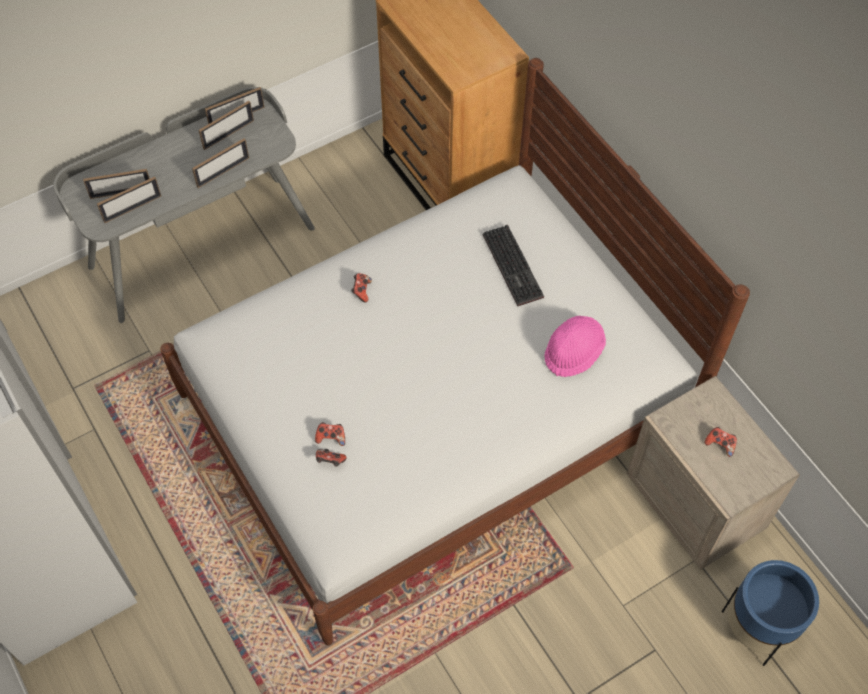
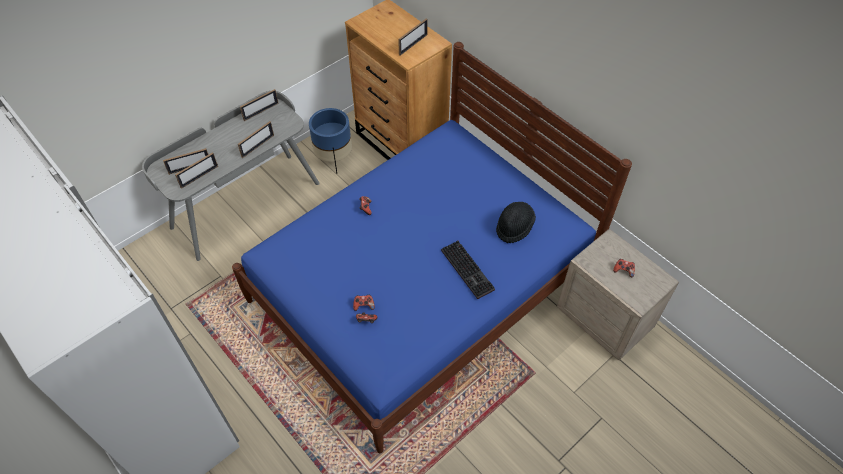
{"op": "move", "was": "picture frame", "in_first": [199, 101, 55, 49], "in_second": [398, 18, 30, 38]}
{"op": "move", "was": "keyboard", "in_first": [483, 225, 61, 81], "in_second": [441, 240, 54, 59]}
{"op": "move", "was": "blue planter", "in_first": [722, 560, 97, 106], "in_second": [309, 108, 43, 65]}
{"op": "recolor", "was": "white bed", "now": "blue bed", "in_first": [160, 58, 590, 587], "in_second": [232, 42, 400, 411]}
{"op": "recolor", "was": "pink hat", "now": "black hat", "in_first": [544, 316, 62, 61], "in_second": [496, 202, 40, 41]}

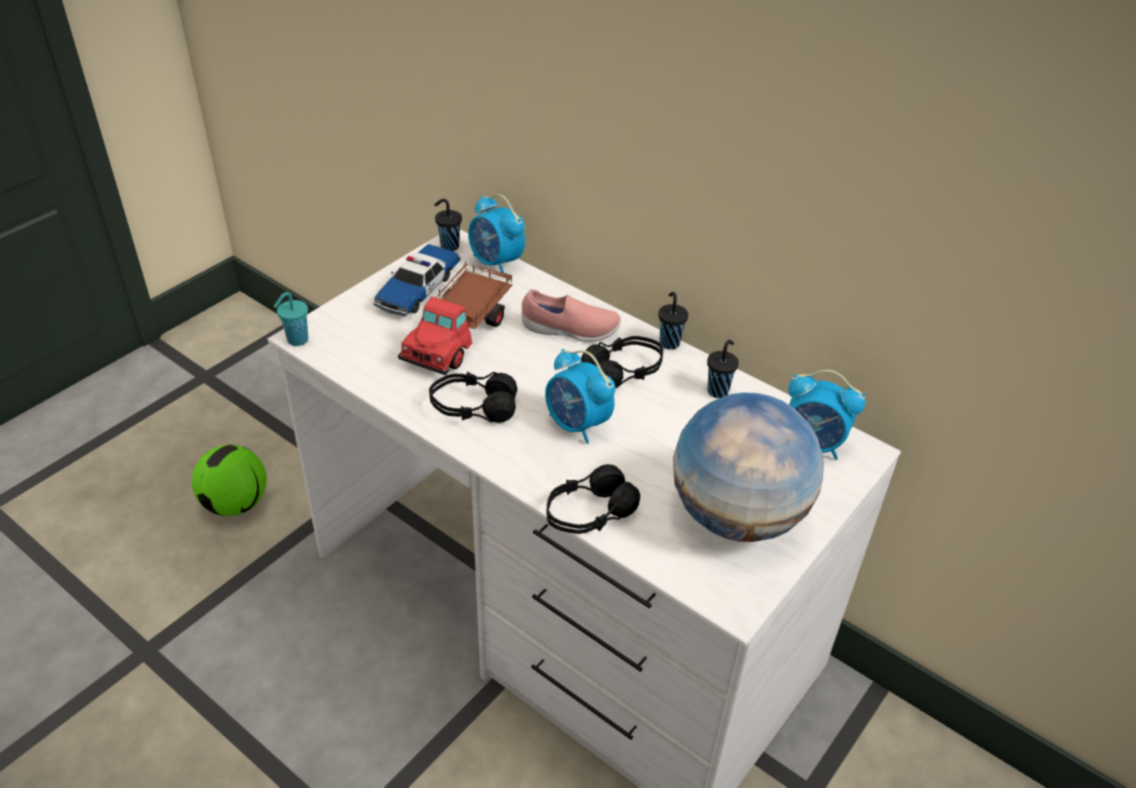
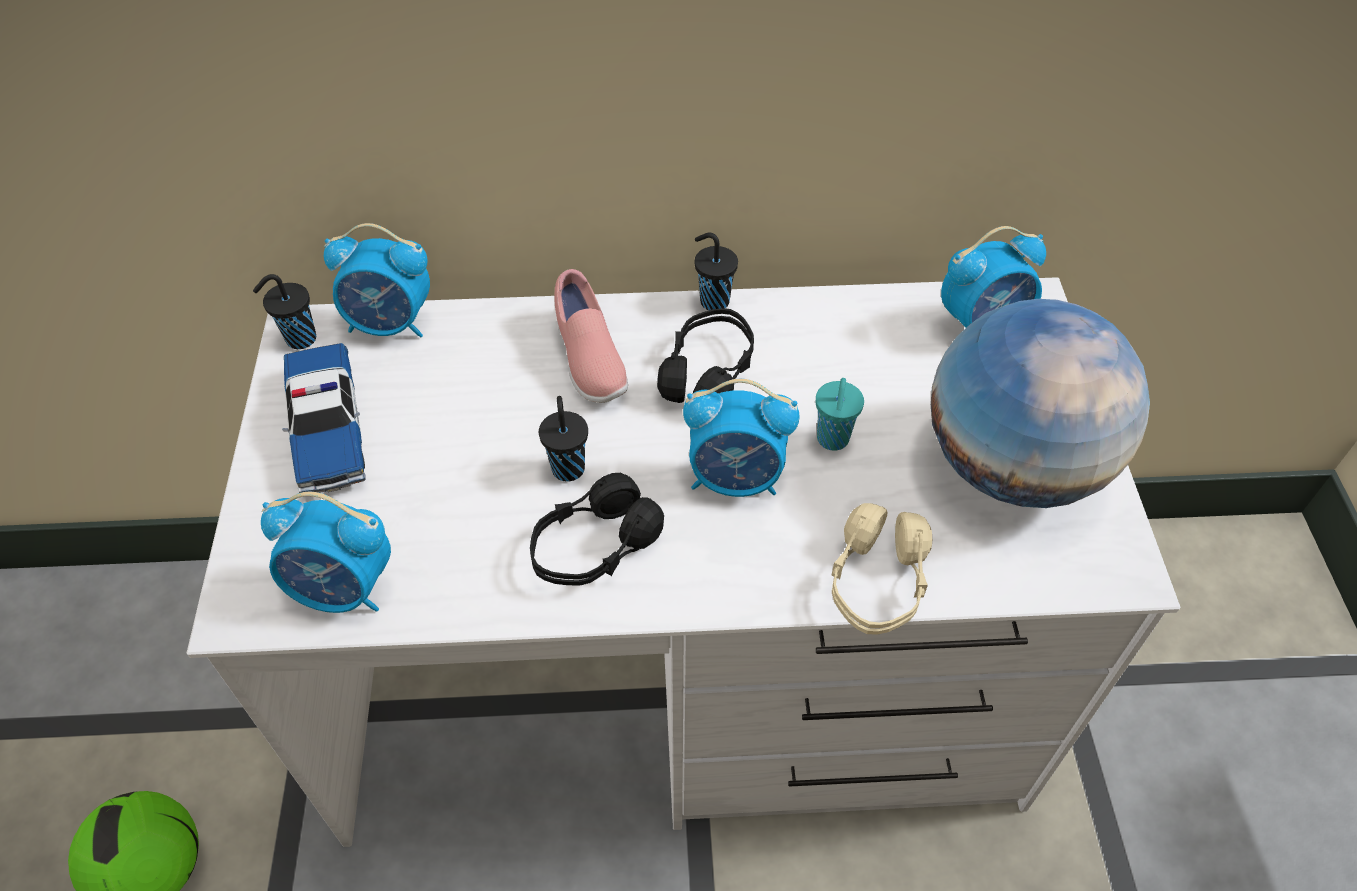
{"op": "delete", "was": "toy truck", "in_first": [398, 261, 114, 114]}
{"op": "insert", "now": "alarm clock", "in_second": [261, 492, 130, 121]}
{"op": "move", "was": "turquoise cup", "in_first": [274, 292, 34, 54], "in_second": [816, 378, 48, 73]}
{"op": "move", "was": "black cup", "in_first": [707, 340, 32, 58], "in_second": [539, 396, 49, 86]}
{"op": "recolor", "was": "black headphones", "now": "beige headphones", "in_first": [547, 464, 93, 70], "in_second": [832, 503, 100, 131]}
{"op": "rotate", "was": "pink shoe", "in_first": [521, 289, 100, 53], "in_second": [554, 269, 74, 134], "clockwise": 105}

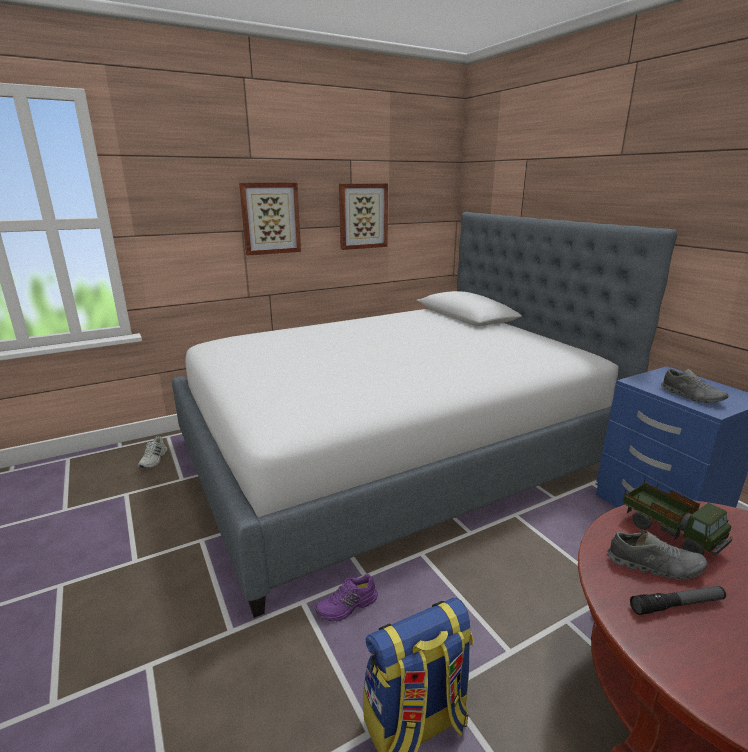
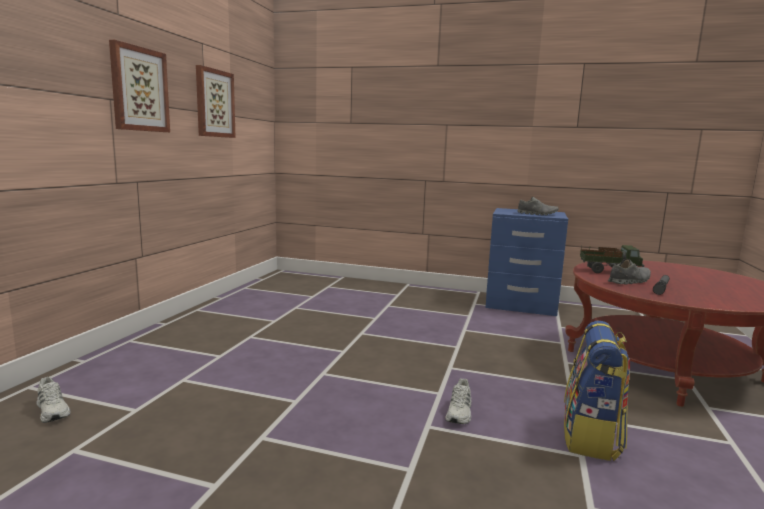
{"op": "delete", "was": "bed", "in_first": [172, 212, 505, 406]}
{"op": "recolor", "was": "purple shoe", "now": "white shoe", "in_first": [315, 574, 63, 48], "in_second": [445, 378, 27, 46]}

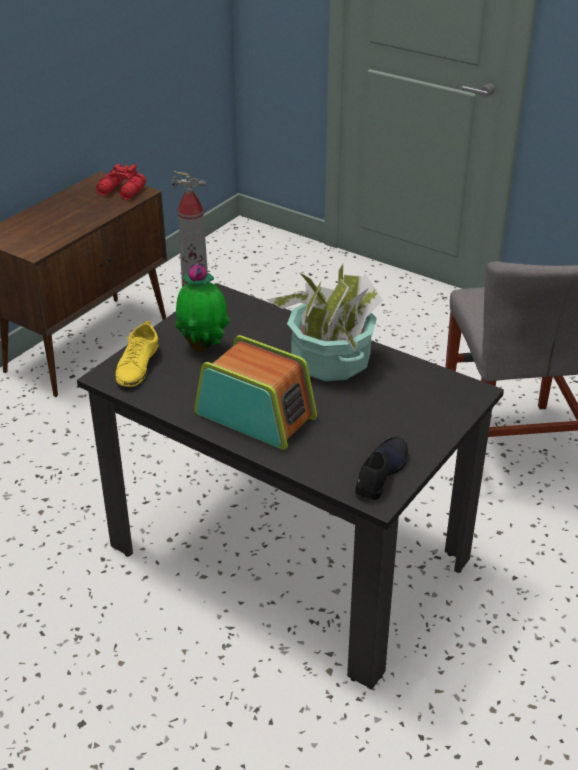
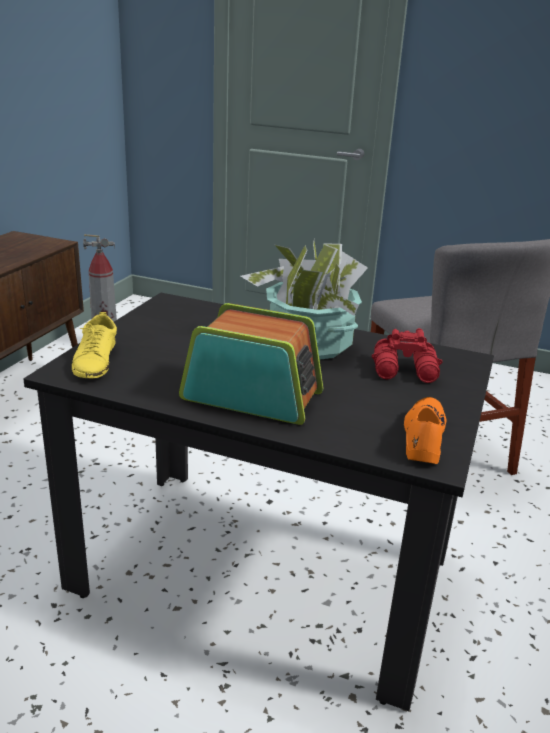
{"op": "delete", "was": "potted plant", "in_first": [175, 263, 55, 89]}
{"op": "move", "was": "red binoculars", "in_first": [96, 164, 50, 36], "in_second": [371, 328, 72, 55]}
{"op": "recolor", "was": "black shoe", "now": "orange shoe", "in_first": [355, 437, 54, 63], "in_second": [404, 397, 42, 67]}

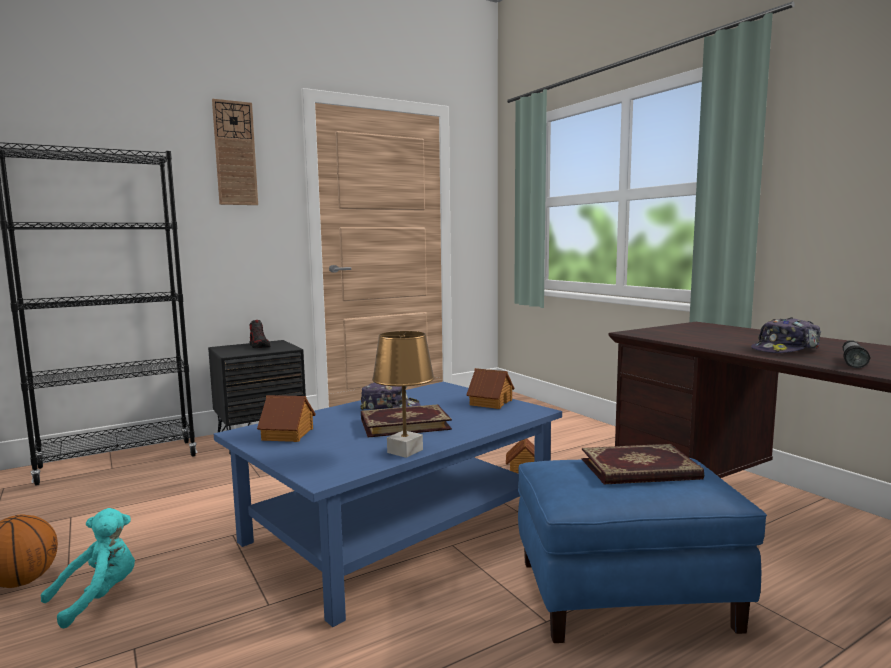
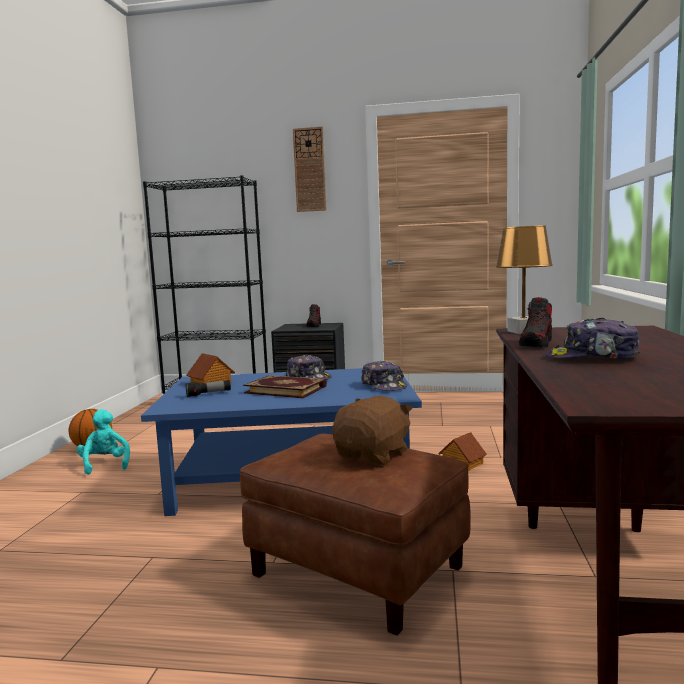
{"op": "insert", "now": "shoe", "in_second": [519, 297, 33, 51]}
{"op": "move", "was": "brown table lamp", "in_first": [372, 331, 62, 127], "in_second": [496, 226, 57, 108]}
{"op": "move", "was": "flashlight", "in_first": [843, 340, 27, 28], "in_second": [186, 380, 45, 17]}
{"op": "replace", "was": "toy house", "now": "cap", "in_first": [466, 368, 48, 41], "in_second": [361, 361, 46, 30]}
{"op": "replace", "was": "book", "now": "brown plush toy", "in_first": [581, 444, 123, 40], "in_second": [332, 396, 81, 70]}
{"op": "recolor", "was": "blue ottoman", "now": "brown ottoman", "in_first": [518, 458, 249, 185], "in_second": [240, 434, 231, 202]}
{"op": "rotate", "was": "turquoise plush toy", "in_first": [41, 508, 94, 121], "in_second": [77, 409, 53, 66], "clockwise": -105}

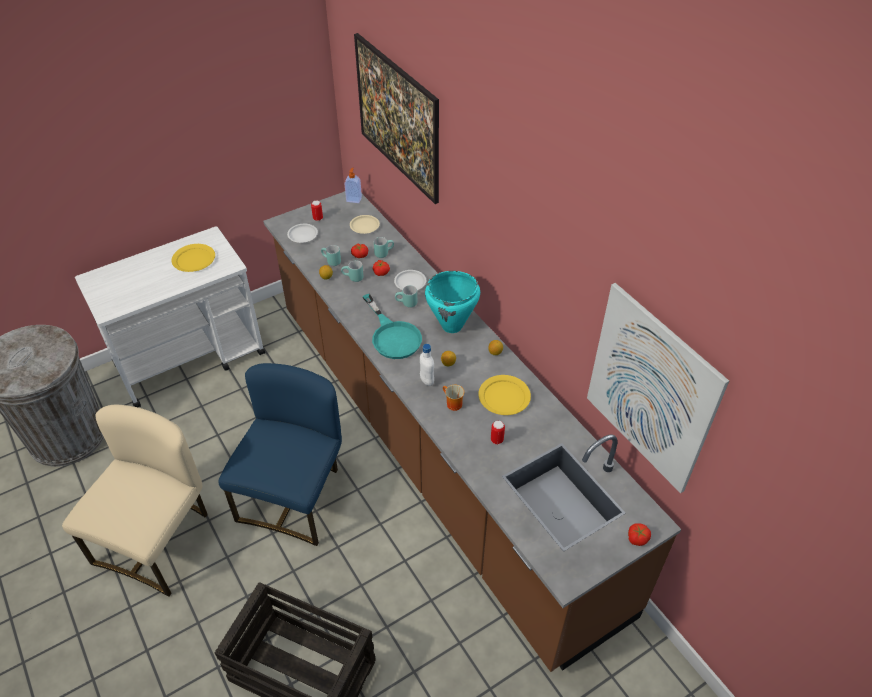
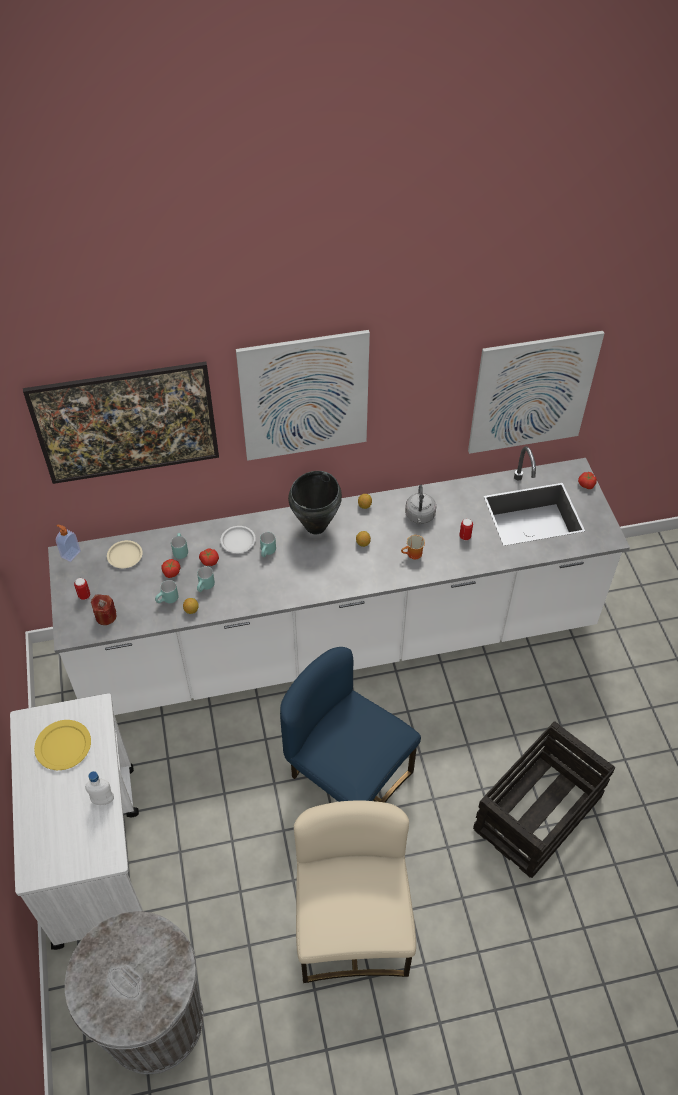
{"op": "delete", "was": "turquoise frying pan", "in_first": [363, 294, 59, 65]}
{"op": "insert", "now": "picture", "in_second": [236, 330, 134, 131]}
{"op": "move", "was": "white bottle", "in_first": [420, 344, 14, 42], "in_second": [85, 771, 29, 34]}
{"op": "replace", "was": "white plate", "now": "red candle", "in_first": [287, 224, 31, 19], "in_second": [91, 594, 25, 31]}
{"op": "replace", "was": "yellow plate", "now": "grey kettle", "in_first": [478, 375, 53, 40], "in_second": [405, 485, 31, 39]}
{"op": "recolor", "was": "brown counter", "now": "white counter", "in_first": [263, 191, 418, 481], "in_second": [48, 446, 582, 269]}
{"op": "recolor", "was": "turquoise cooking pot", "now": "black cooking pot", "in_first": [425, 271, 55, 62], "in_second": [288, 471, 54, 63]}
{"op": "rotate", "was": "beige chair", "in_first": [62, 405, 146, 192], "in_second": [294, 800, 122, 183], "clockwise": 45}

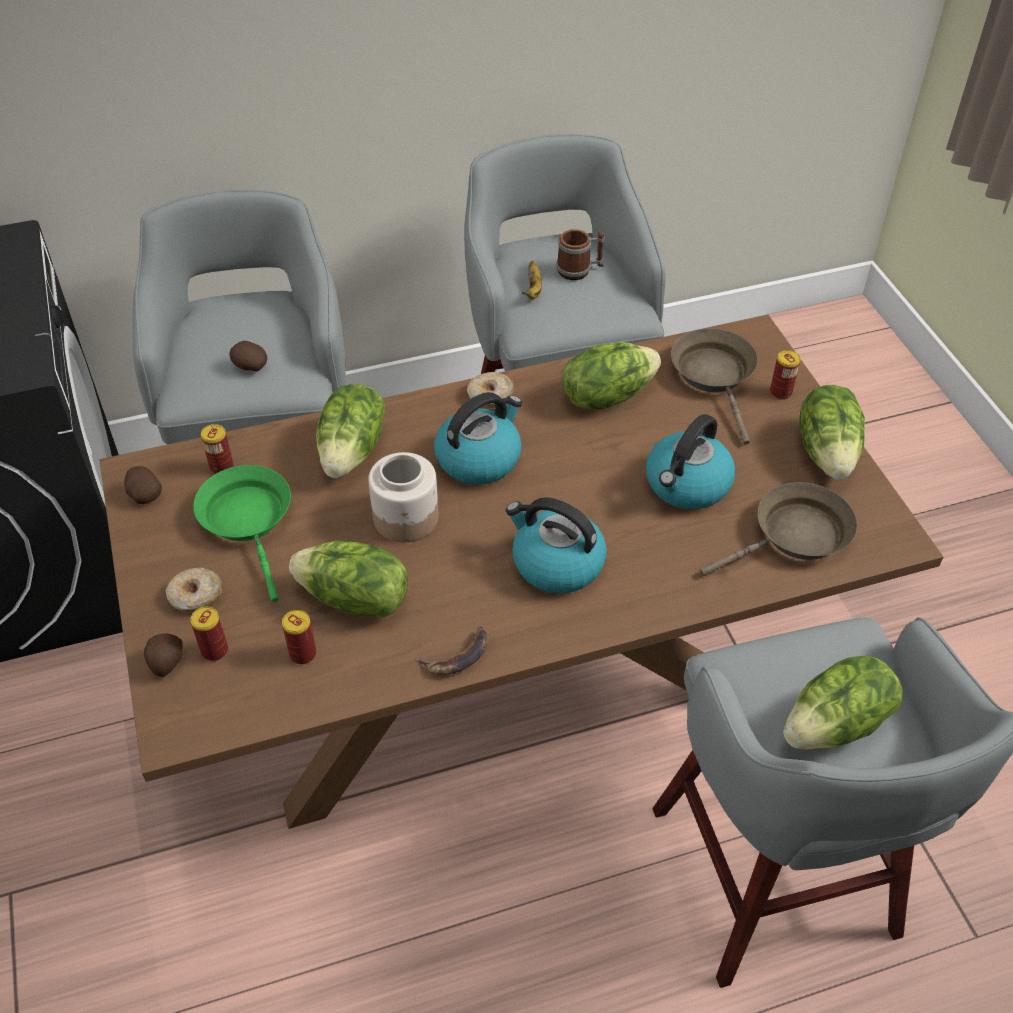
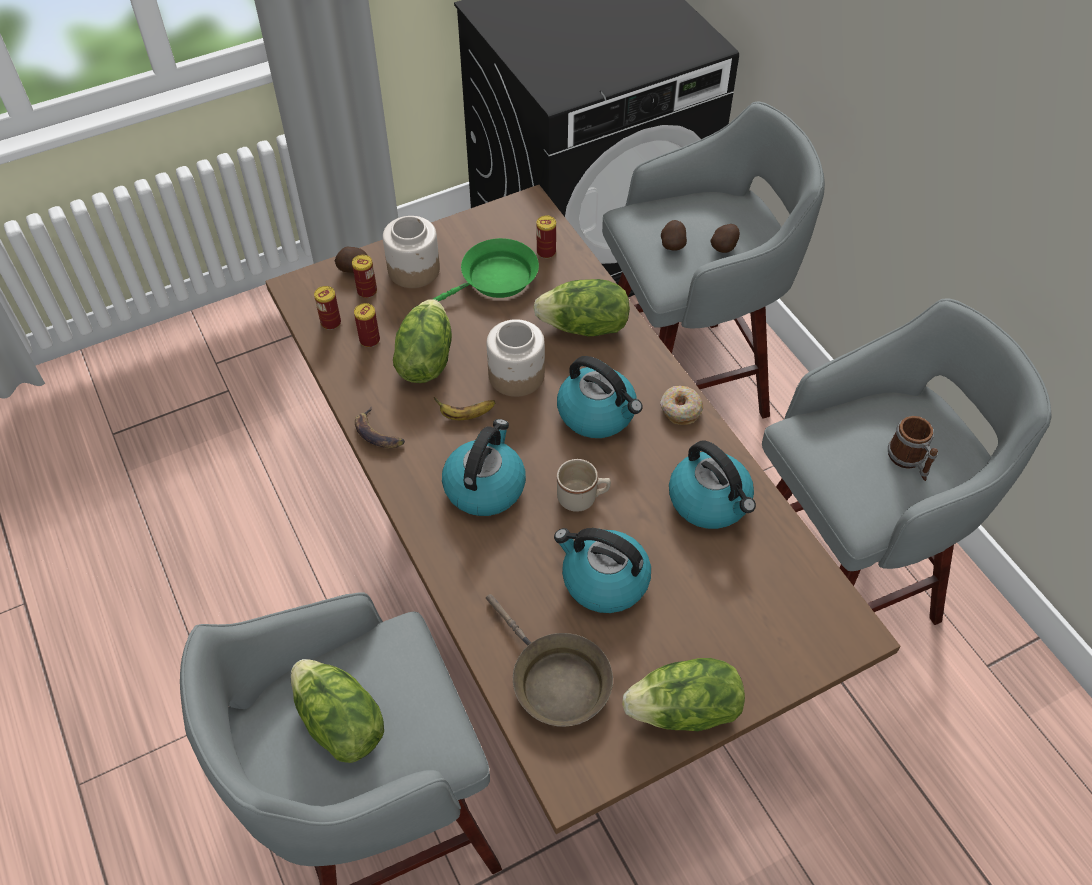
{"op": "delete", "was": "brown frying pan", "in_first": [671, 328, 87, 117]}
{"op": "insert", "now": "beige mug", "in_second": [557, 459, 54, 53]}
{"op": "move", "was": "potato", "in_first": [124, 466, 38, 38], "in_second": [710, 224, 30, 29]}
{"op": "move", "was": "banana", "in_first": [522, 261, 20, 38], "in_second": [434, 397, 61, 23]}
{"op": "move", "was": "can", "in_first": [770, 350, 31, 50], "in_second": [314, 286, 27, 44]}
{"op": "replace", "was": "donut", "now": "jar", "in_first": [166, 568, 56, 45], "in_second": [383, 216, 57, 72]}
{"op": "replace", "was": "lettuce", "now": "kettle", "in_first": [562, 342, 99, 68], "in_second": [669, 440, 87, 89]}

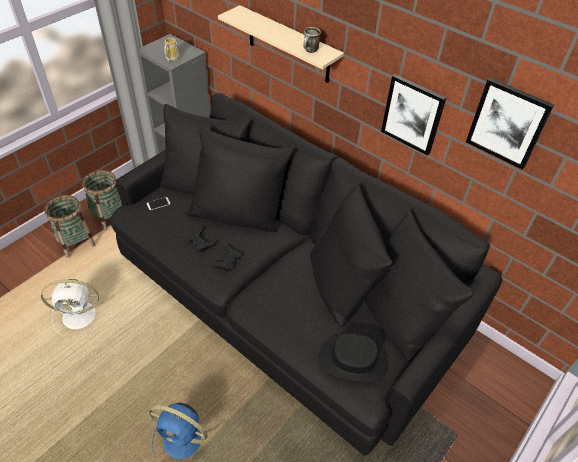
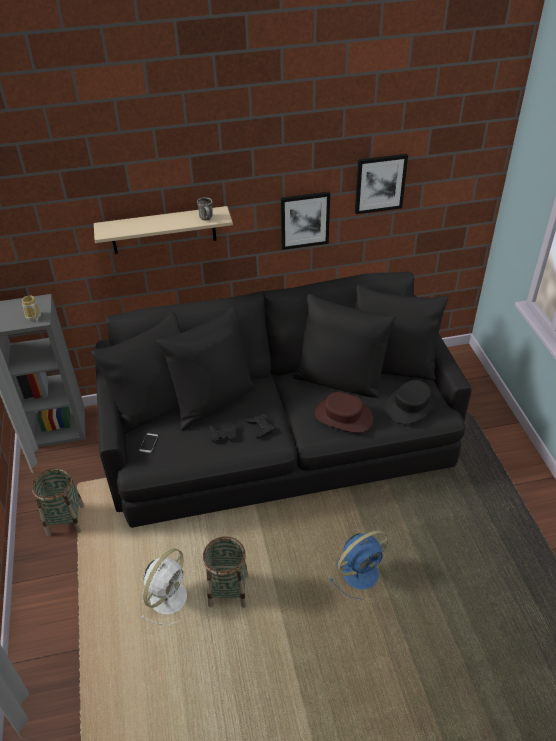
{"op": "insert", "now": "brown hat", "in_second": [315, 392, 58, 41]}
{"op": "move", "was": "basket", "in_first": [44, 195, 51, 63], "in_second": [203, 536, 45, 72]}

